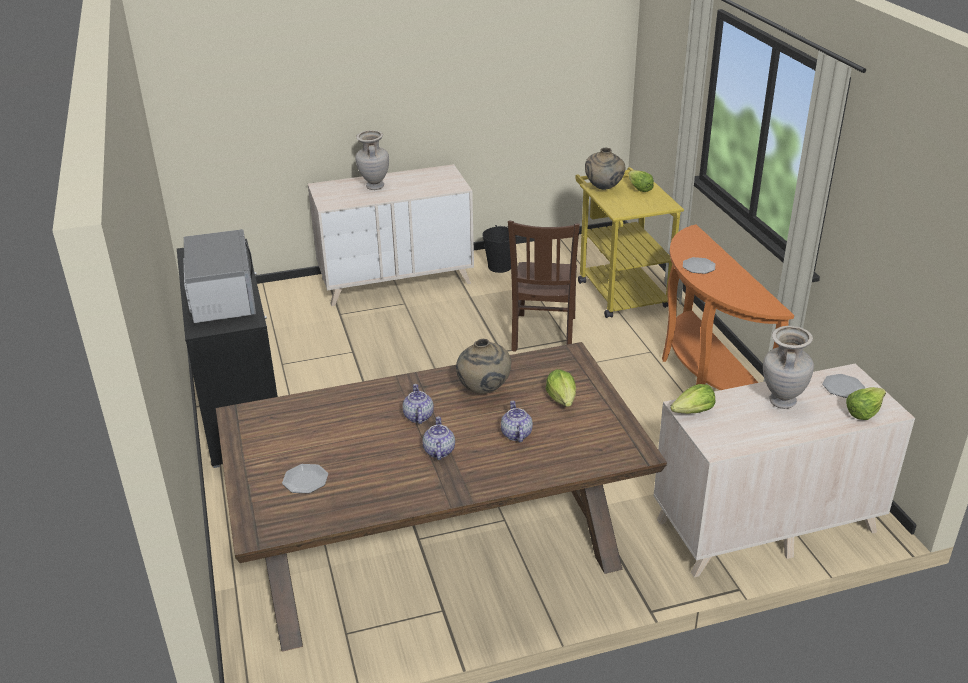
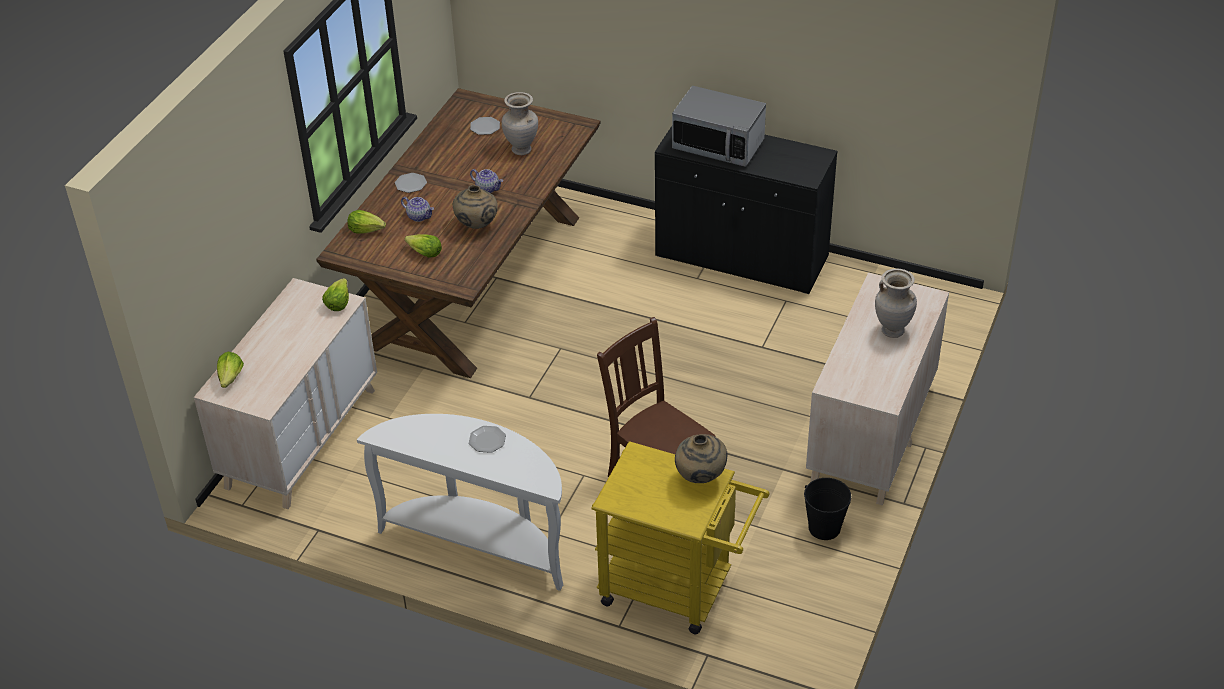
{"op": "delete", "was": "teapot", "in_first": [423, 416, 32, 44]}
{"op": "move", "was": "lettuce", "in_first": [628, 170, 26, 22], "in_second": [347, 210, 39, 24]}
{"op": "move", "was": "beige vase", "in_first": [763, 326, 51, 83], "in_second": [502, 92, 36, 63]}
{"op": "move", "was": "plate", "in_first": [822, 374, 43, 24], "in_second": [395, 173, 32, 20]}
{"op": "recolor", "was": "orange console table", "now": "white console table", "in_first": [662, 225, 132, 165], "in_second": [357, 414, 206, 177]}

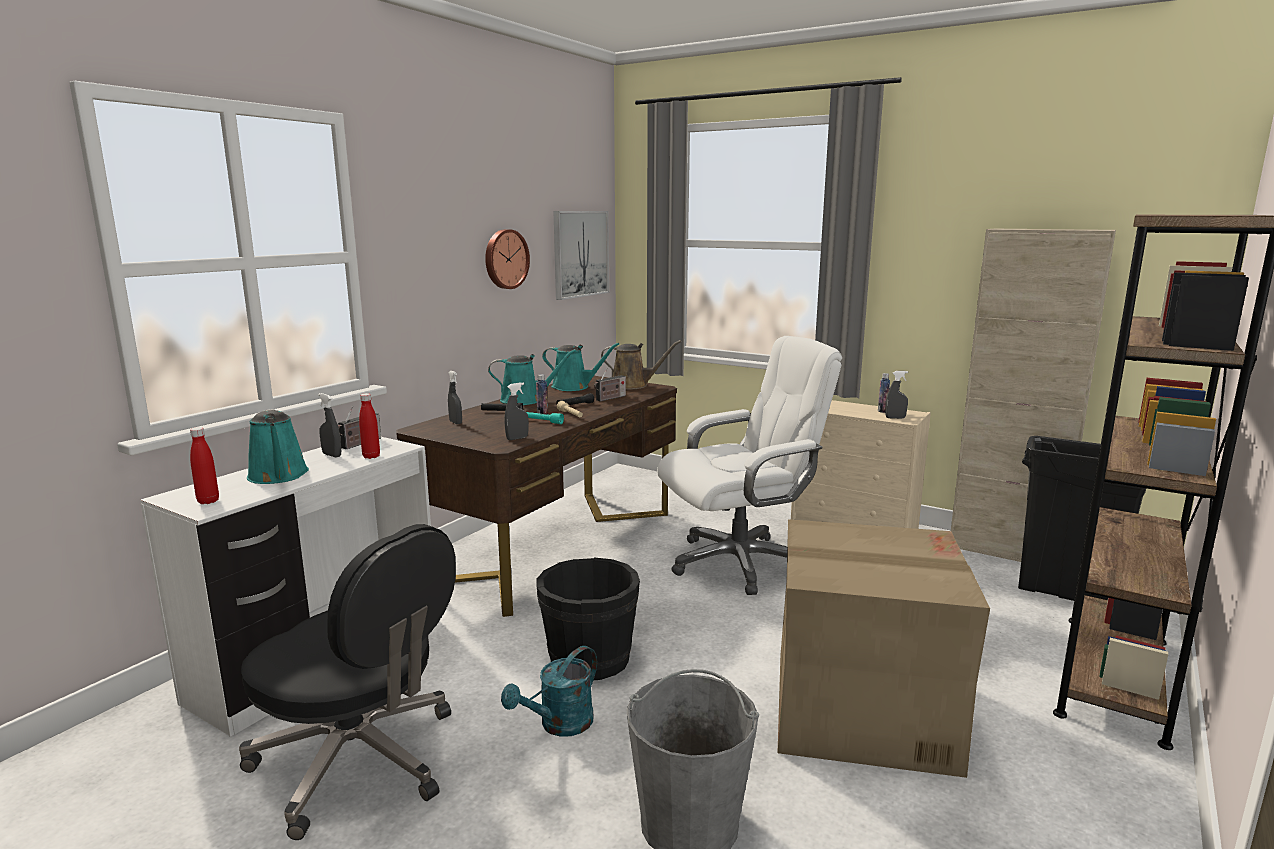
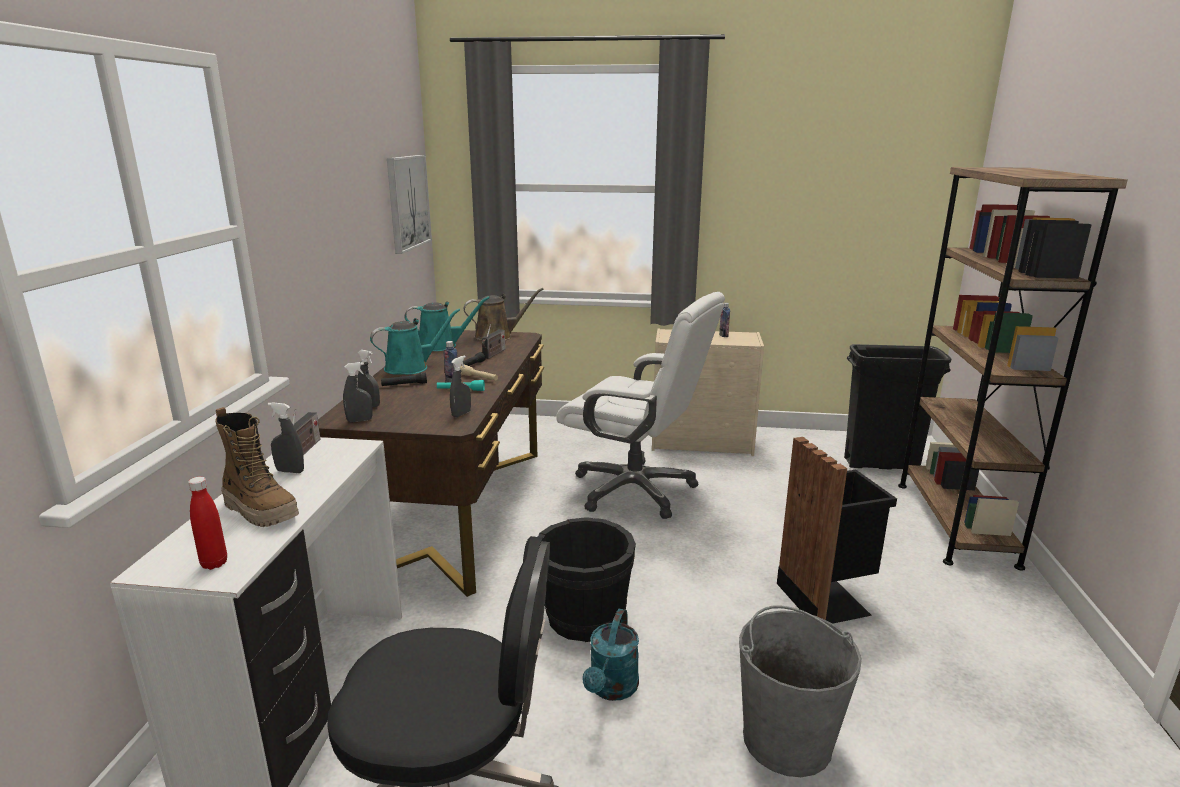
{"op": "delete", "was": "red bottle", "in_first": [359, 393, 21, 66]}
{"op": "delete", "was": "wall clock", "in_first": [485, 229, 45, 60]}
{"op": "delete", "was": "beige cabinet", "in_first": [951, 228, 165, 334]}
{"op": "move", "was": "grey spray bottle", "in_first": [885, 371, 23, 48], "in_second": [343, 362, 30, 60]}
{"op": "replace", "was": "turquoise watering can", "now": "boot", "in_first": [247, 409, 62, 75], "in_second": [215, 407, 84, 120]}
{"op": "replace", "was": "cardboard box", "now": "black trash can", "in_first": [778, 519, 212, 259], "in_second": [777, 437, 120, 186]}
{"op": "rotate", "was": "white office chair", "in_first": [657, 336, 185, 259], "in_second": [557, 292, 168, 227], "clockwise": 75}

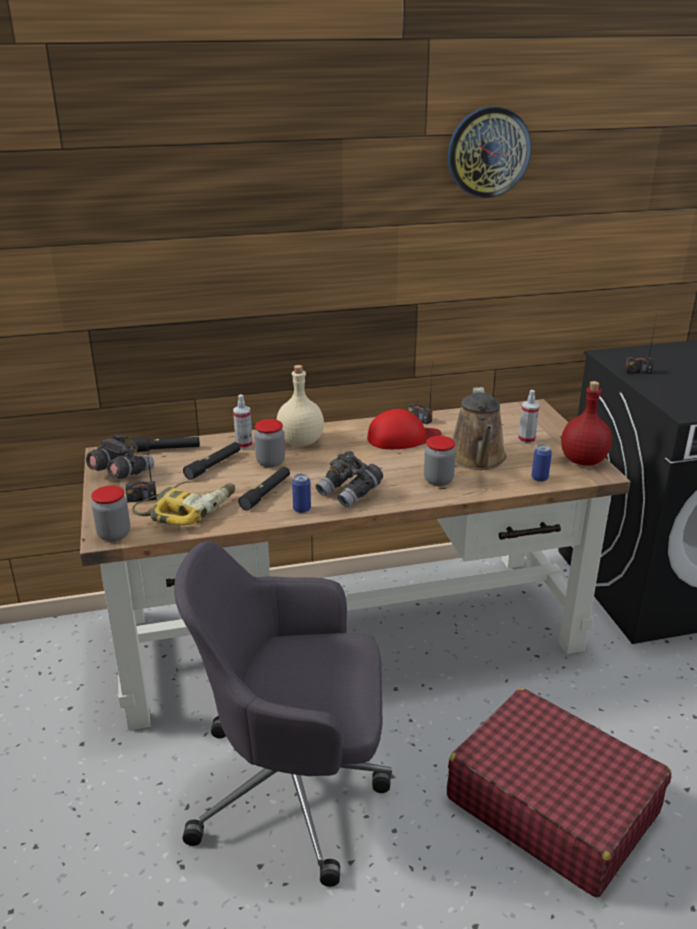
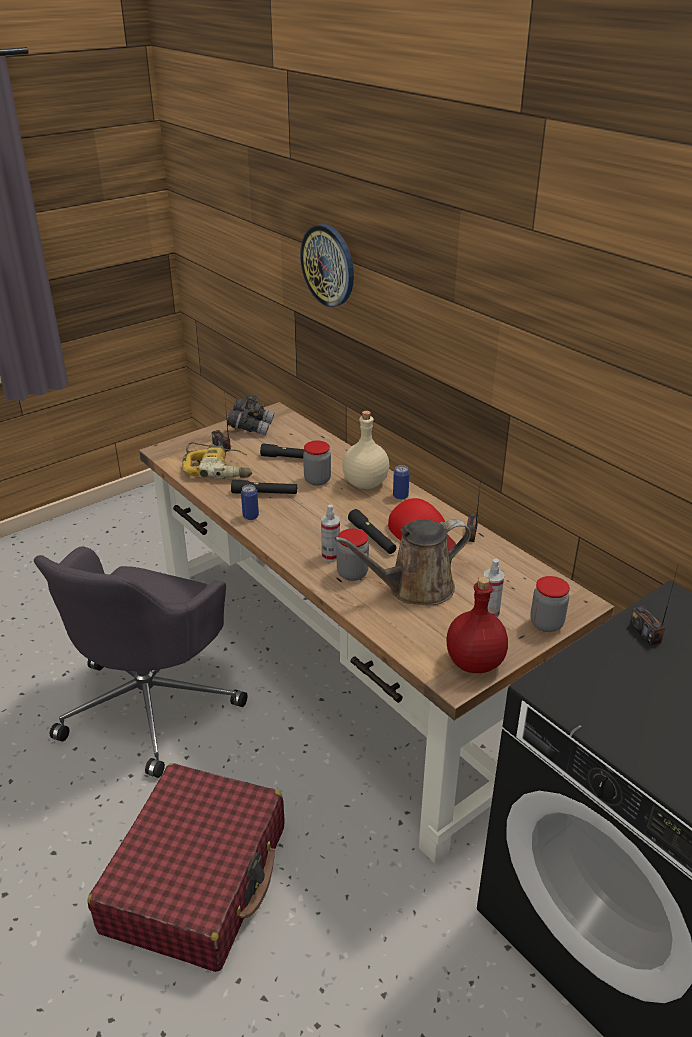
{"op": "delete", "was": "grey binoculars", "in_first": [316, 451, 67, 56]}
{"op": "move", "was": "jar", "in_first": [91, 485, 39, 56], "in_second": [530, 576, 40, 56]}
{"op": "move", "was": "black flashlight", "in_first": [131, 437, 69, 15], "in_second": [348, 509, 49, 45]}
{"op": "move", "was": "spray bottle", "in_first": [233, 394, 20, 55], "in_second": [321, 504, 19, 58]}
{"op": "move", "was": "wall clock", "in_first": [447, 106, 84, 92], "in_second": [300, 224, 54, 83]}
{"op": "move", "was": "can", "in_first": [532, 444, 20, 38], "in_second": [393, 465, 17, 35]}
{"op": "rotate", "was": "grey office chair", "in_first": [174, 541, 218, 346], "in_second": [33, 546, 215, 232], "clockwise": -135}

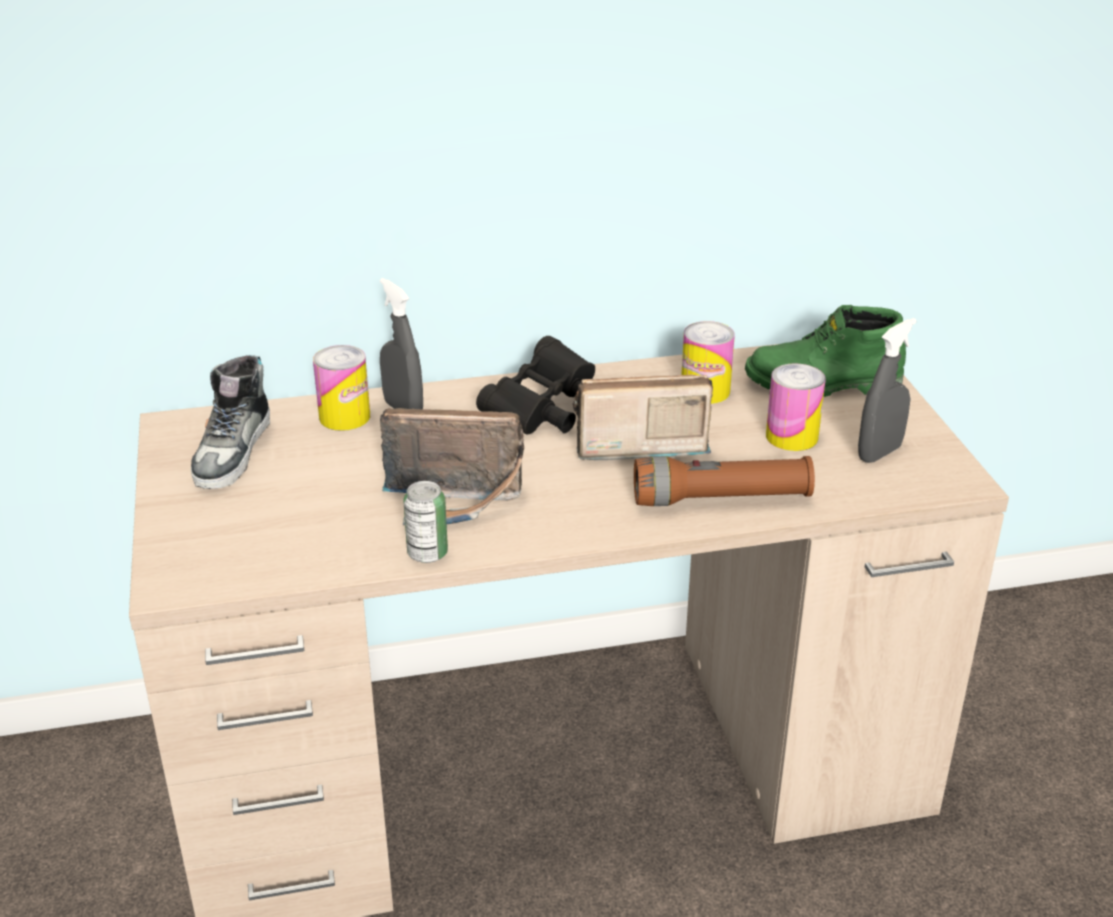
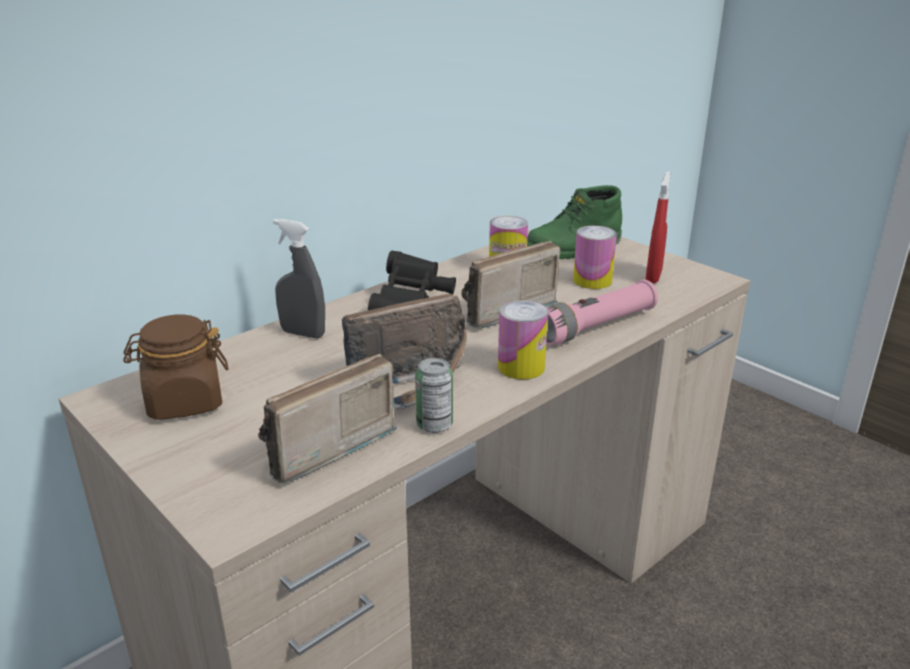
{"op": "insert", "now": "radio", "in_second": [258, 354, 139, 130]}
{"op": "move", "was": "can", "in_first": [313, 345, 57, 86], "in_second": [498, 300, 50, 80]}
{"op": "replace", "was": "shoe", "now": "brown jar", "in_first": [191, 355, 79, 134], "in_second": [123, 314, 106, 106]}
{"op": "recolor", "was": "brown flashlight", "now": "pink flashlight", "in_first": [634, 456, 181, 50], "in_second": [546, 280, 112, 66]}
{"op": "recolor", "was": "grey spray bottle", "now": "red spray bottle", "in_first": [858, 318, 58, 145], "in_second": [646, 171, 25, 112]}

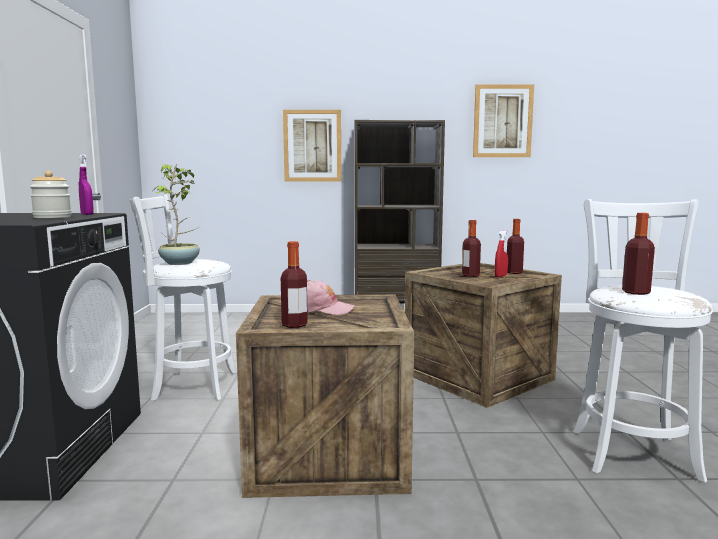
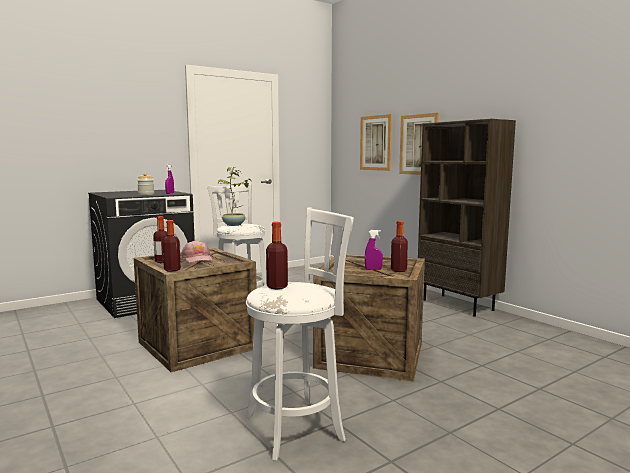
{"op": "move", "was": "bottle", "in_first": [462, 220, 19, 57], "in_second": [163, 220, 18, 52]}
{"op": "move", "was": "picture", "in_first": [473, 84, 61, 73], "in_second": [360, 114, 32, 57]}
{"op": "recolor", "was": "red spray bottle", "now": "purple spray bottle", "in_first": [495, 230, 13, 47], "in_second": [365, 230, 18, 40]}

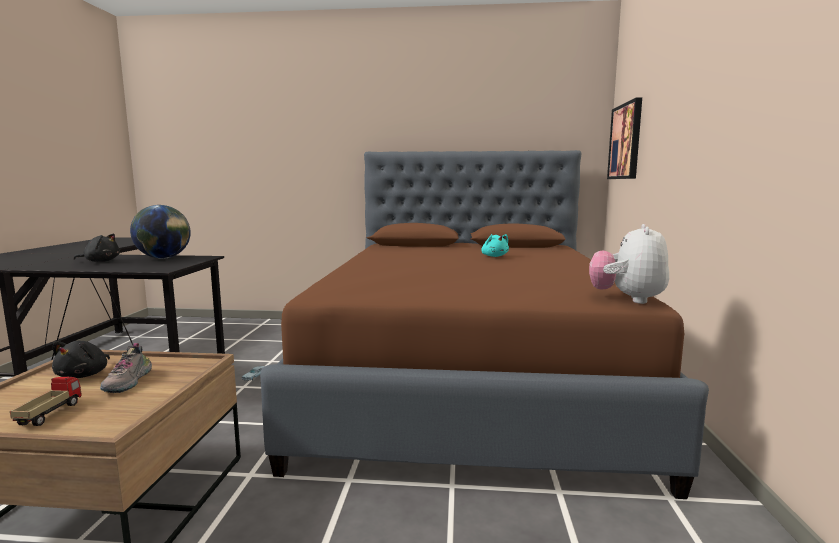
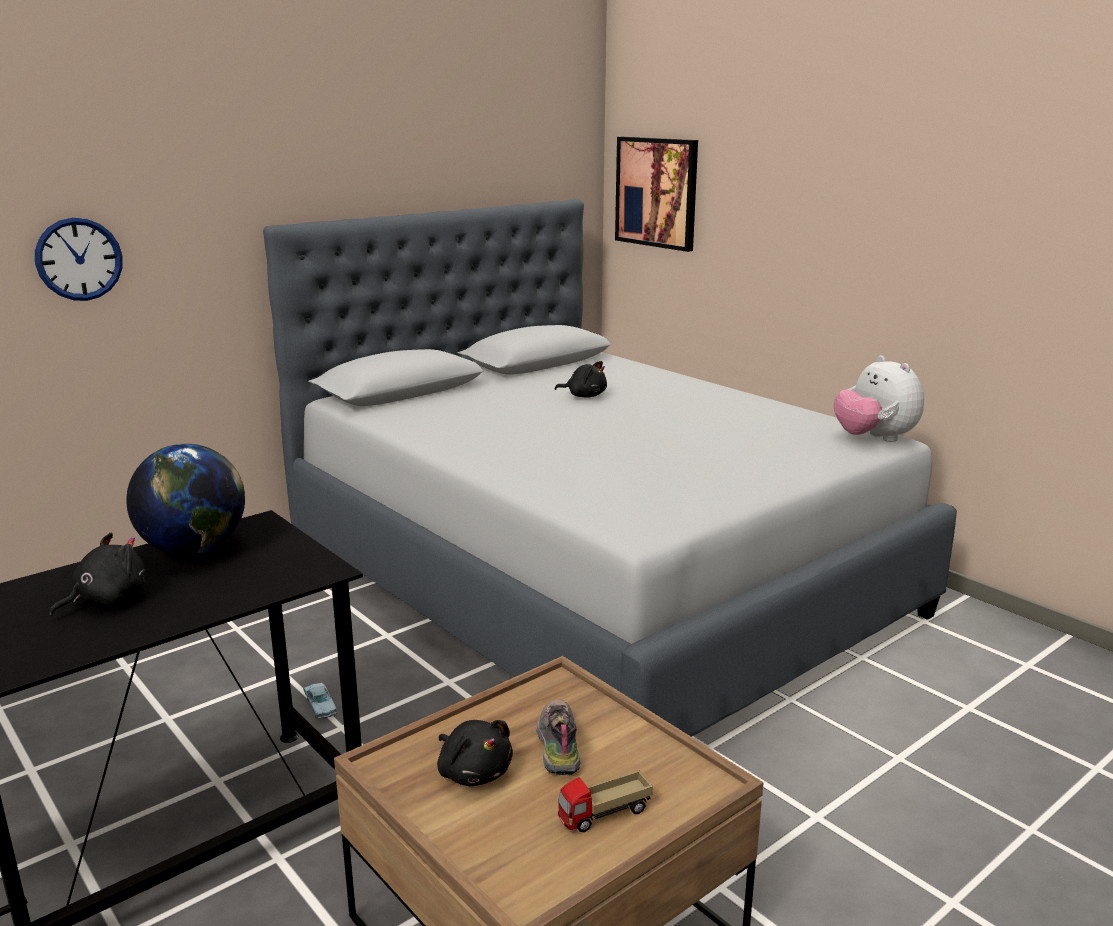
{"op": "insert", "now": "wall clock", "in_second": [35, 218, 88, 83]}
{"op": "recolor", "was": "brown bed", "now": "grey bed", "in_first": [260, 150, 449, 349], "in_second": [263, 199, 694, 538]}
{"op": "recolor", "was": "turquoise plush toy", "now": "black plush toy", "in_first": [481, 234, 28, 23], "in_second": [555, 361, 52, 37]}
{"op": "rotate", "was": "toy truck", "in_first": [10, 377, 72, 49], "in_second": [558, 770, 95, 62], "clockwise": -75}
{"op": "rotate", "was": "shoe", "in_first": [100, 343, 52, 50], "in_second": [536, 700, 45, 75], "clockwise": -135}

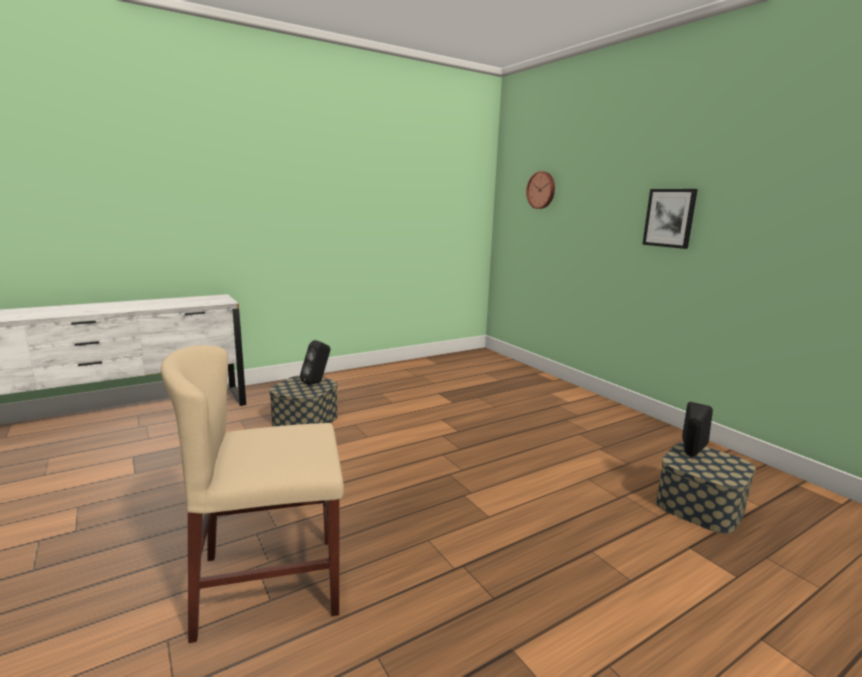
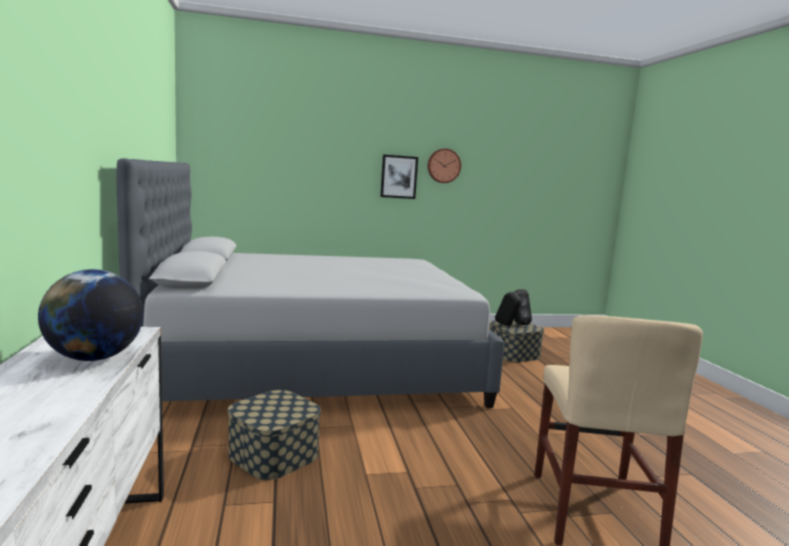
{"op": "insert", "now": "globe", "in_second": [38, 269, 105, 92]}
{"op": "insert", "now": "grey bed", "in_second": [116, 158, 388, 250]}
{"op": "move", "was": "black speaker", "in_first": [300, 340, 30, 45], "in_second": [514, 289, 18, 36]}
{"op": "move", "was": "wall clock", "in_first": [526, 171, 29, 38], "in_second": [428, 149, 33, 34]}

